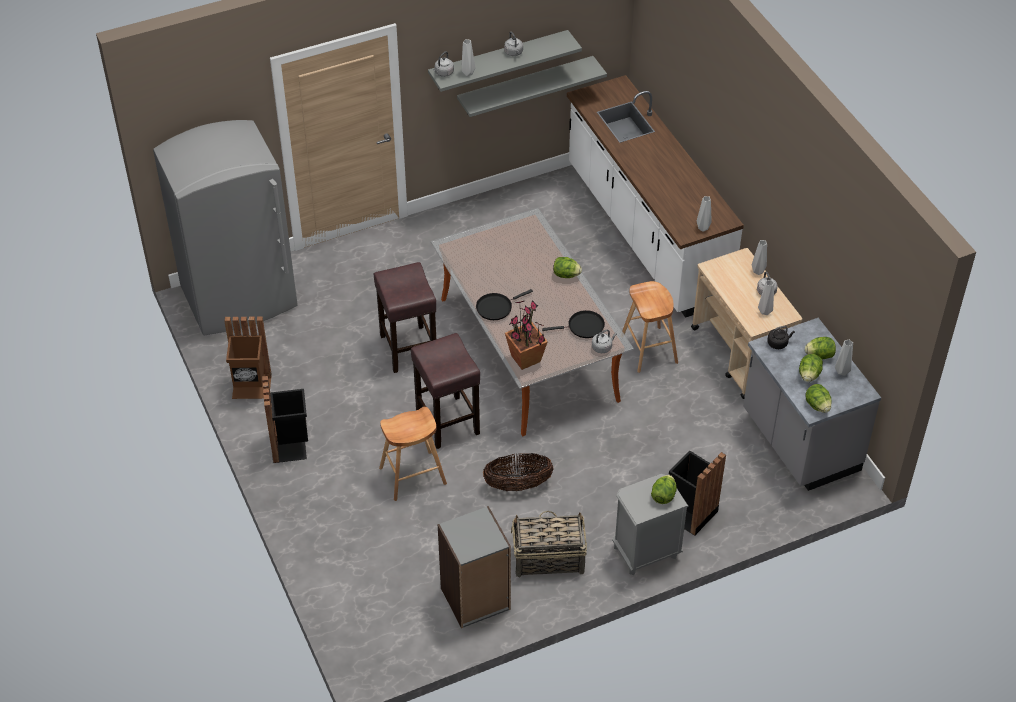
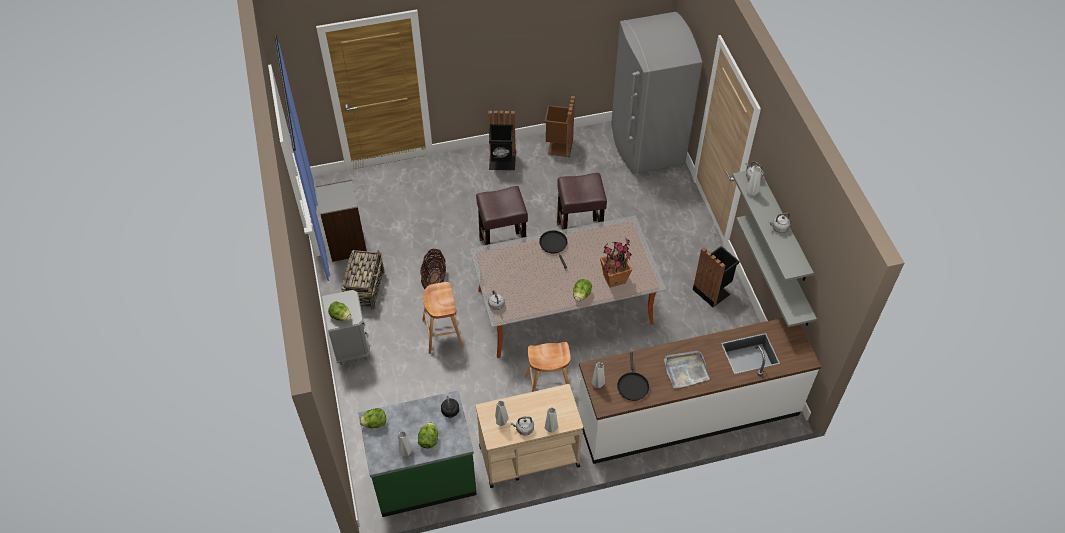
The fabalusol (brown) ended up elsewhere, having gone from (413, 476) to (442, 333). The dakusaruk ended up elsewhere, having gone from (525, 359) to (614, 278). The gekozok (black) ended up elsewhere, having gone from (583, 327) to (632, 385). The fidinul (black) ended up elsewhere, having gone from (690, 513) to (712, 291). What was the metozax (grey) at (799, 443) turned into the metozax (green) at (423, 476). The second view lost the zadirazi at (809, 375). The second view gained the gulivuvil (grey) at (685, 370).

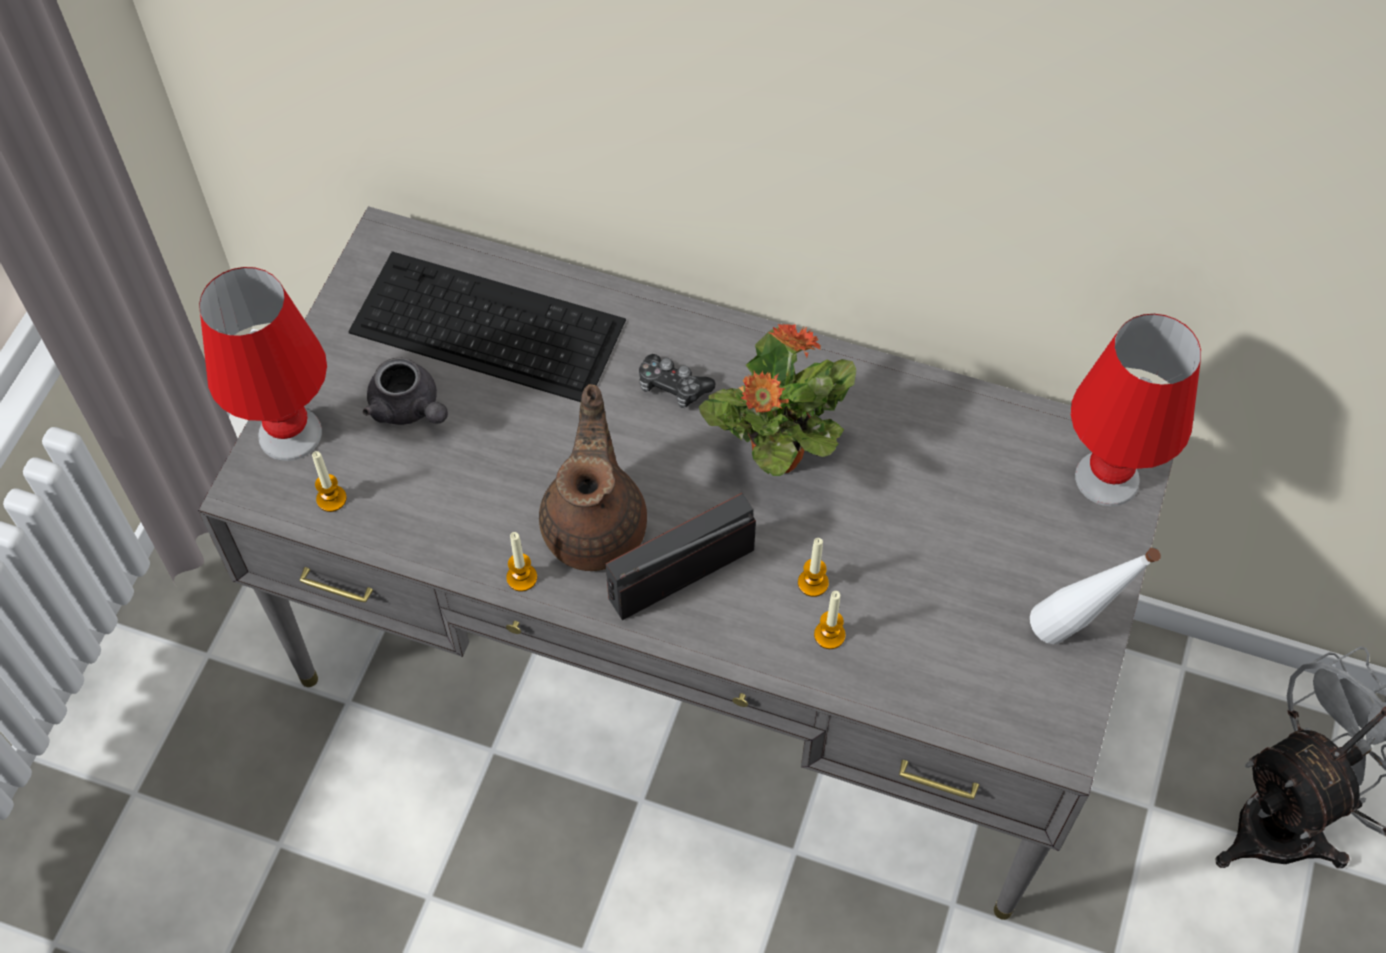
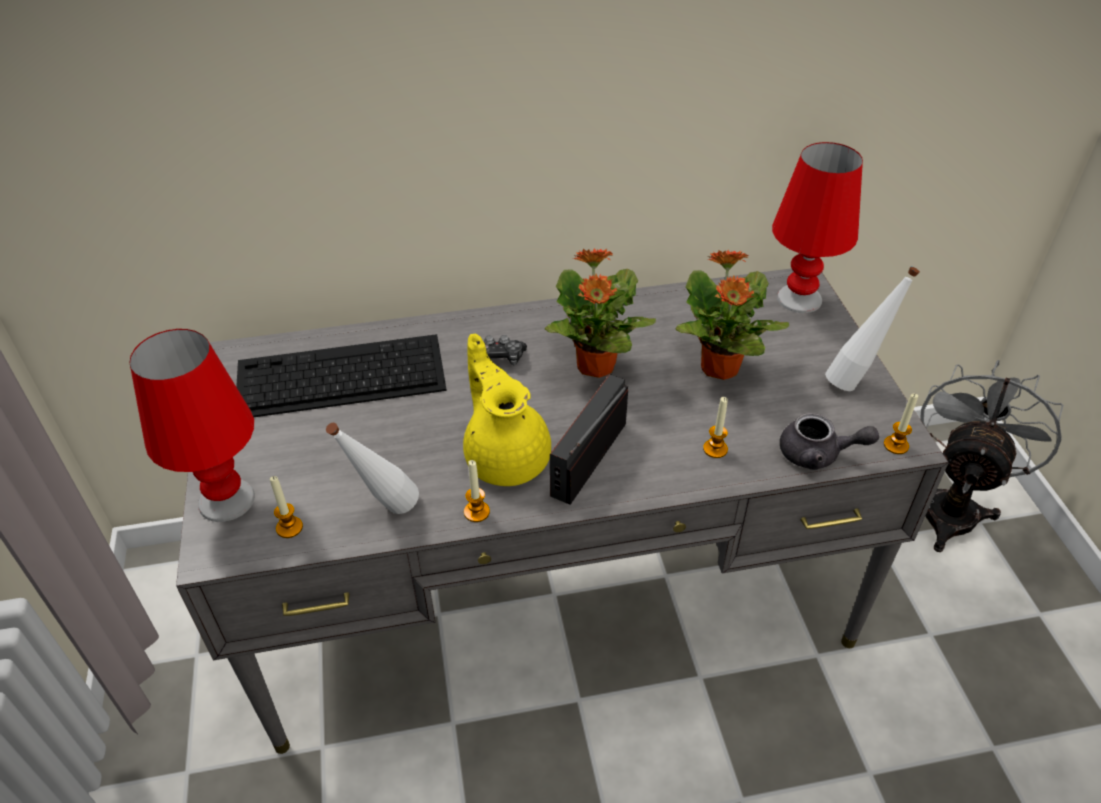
The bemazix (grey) ended up elsewhere, having gone from (409, 408) to (818, 454). What was the bemazix (brown) at (596, 524) turned into the bemazix (yellow) at (506, 456). The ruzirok ended up elsewhere, having gone from (813, 583) to (896, 445). The second view gained the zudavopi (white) at (385, 513). The second view gained the dakusaruk at (719, 369).

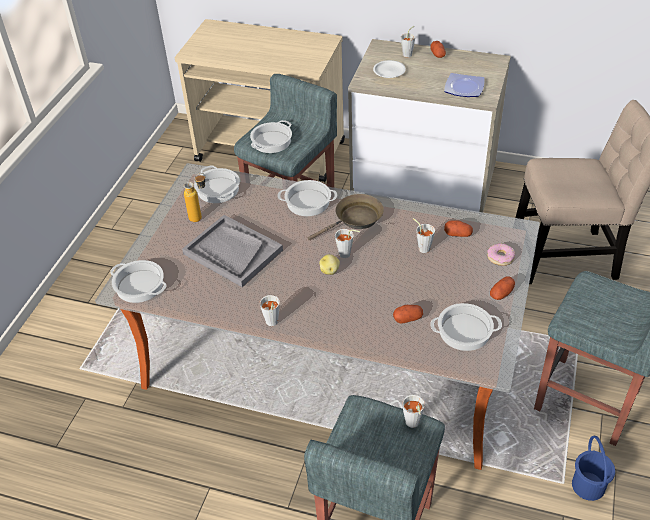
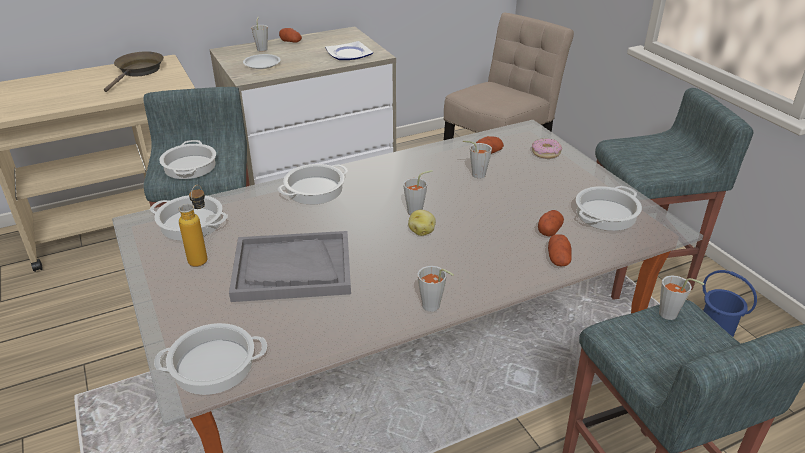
The gekozok (brown) ended up elsewhere, having gone from (355, 219) to (138, 71). The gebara ended up elsewhere, having gone from (501, 294) to (558, 259).

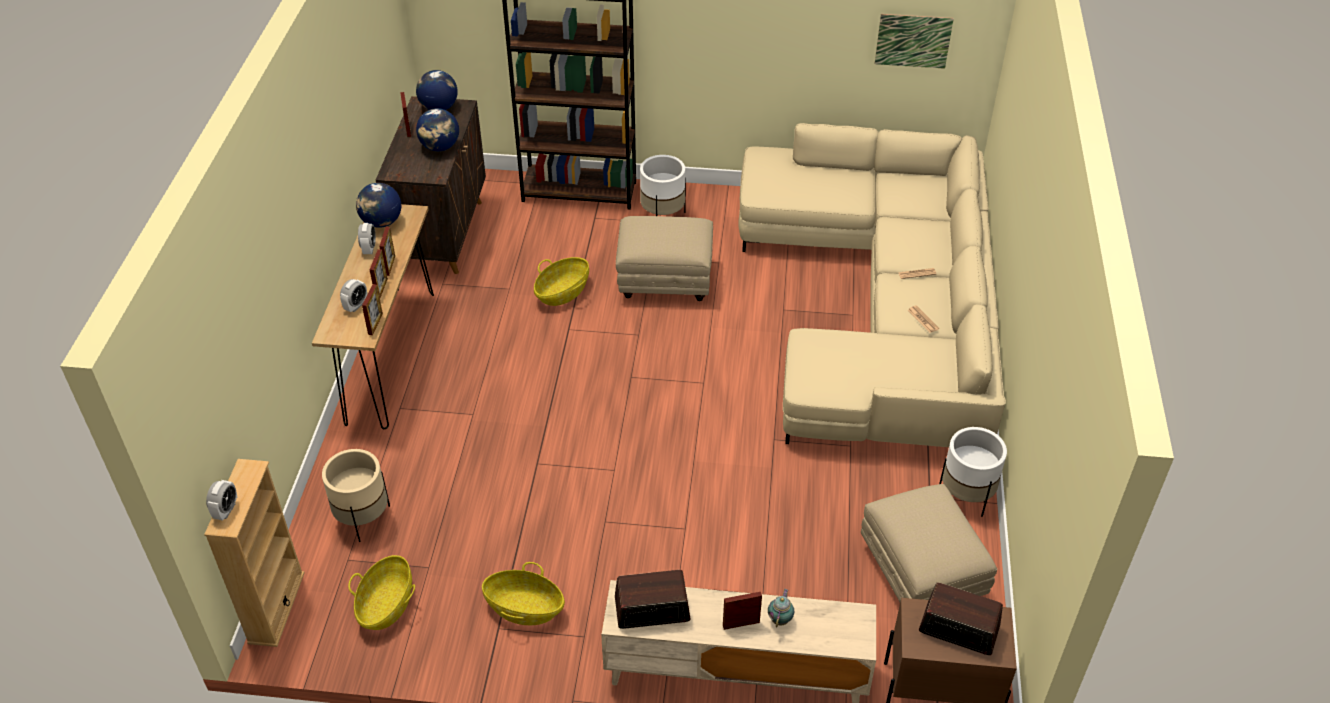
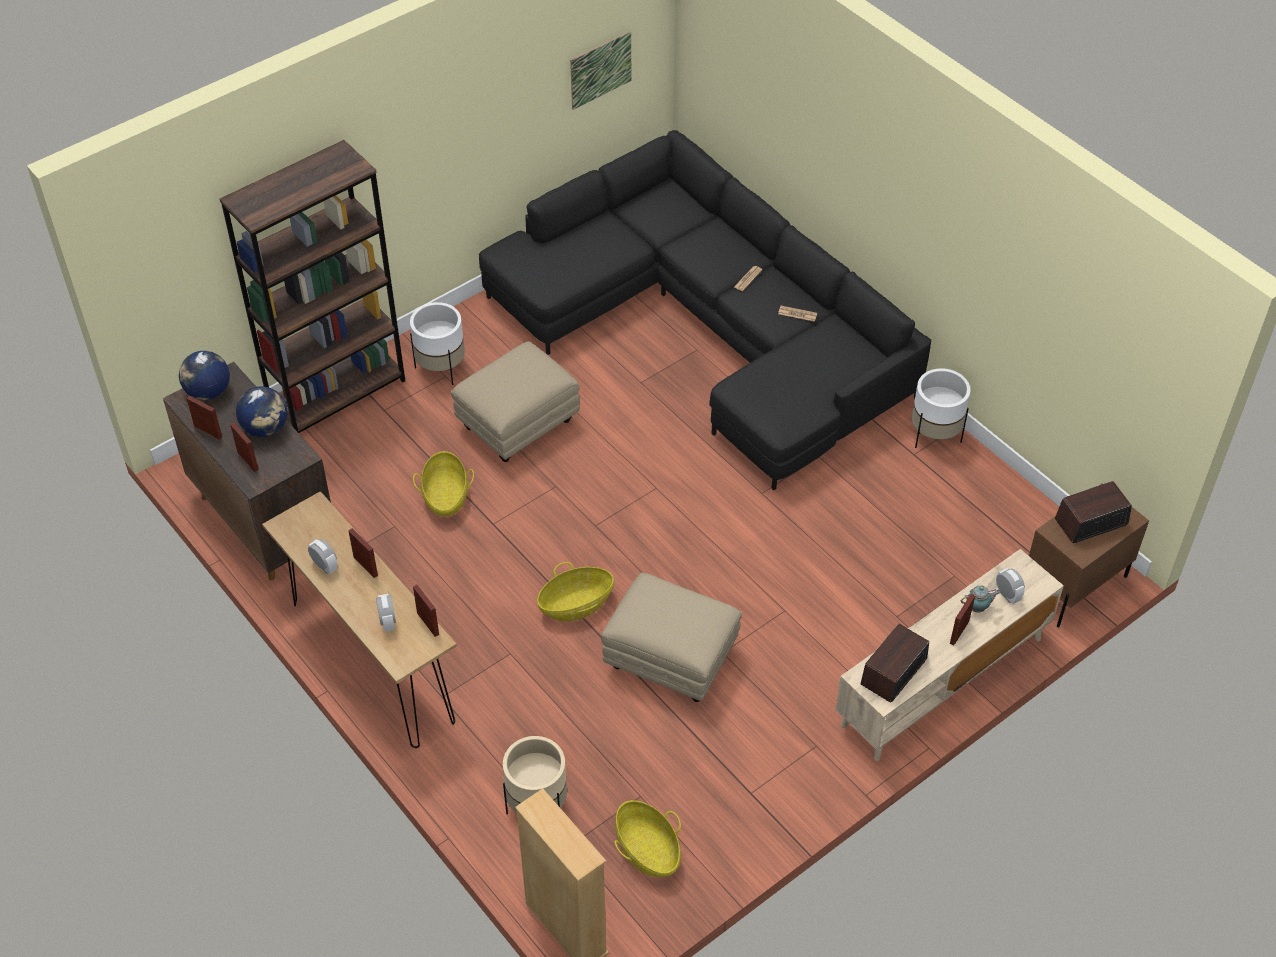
The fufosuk ended up elsewhere, having gone from (226, 510) to (1007, 595). The second view lost the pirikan at (381, 222). The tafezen ended up elsewhere, having gone from (381, 289) to (247, 461). The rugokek ended up elsewhere, having gone from (525, 608) to (576, 604). What was the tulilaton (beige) at (881, 307) turned into the tulilaton (black) at (710, 328). The bemazix at (780, 619) ended up facing another way, 105 degrees clockwise from before. The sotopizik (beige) ended up elsewhere, having gone from (922, 575) to (672, 660).

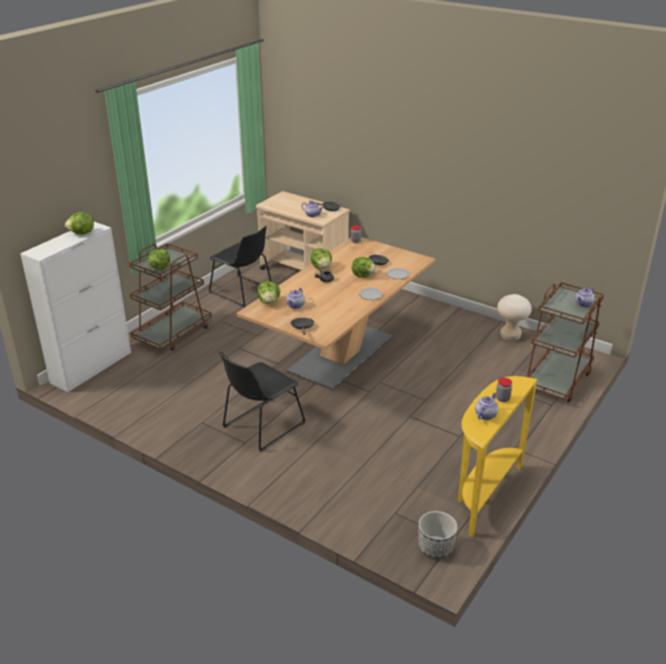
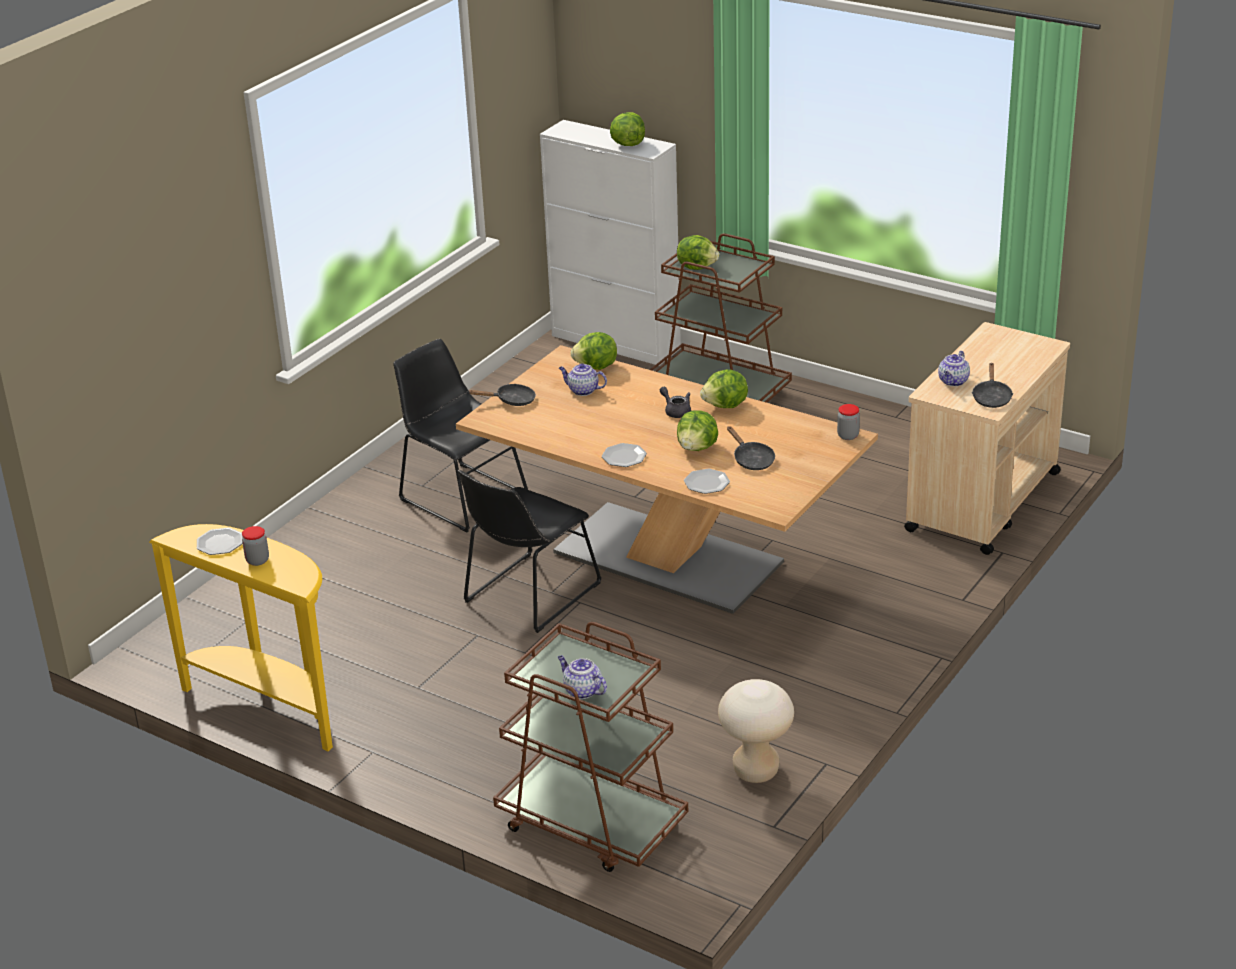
The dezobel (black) ended up elsewhere, having gone from (243, 292) to (528, 595). The second view lost the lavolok at (435, 548). Where the bemazix stood at (485, 415), the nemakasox came to stand at (220, 543).

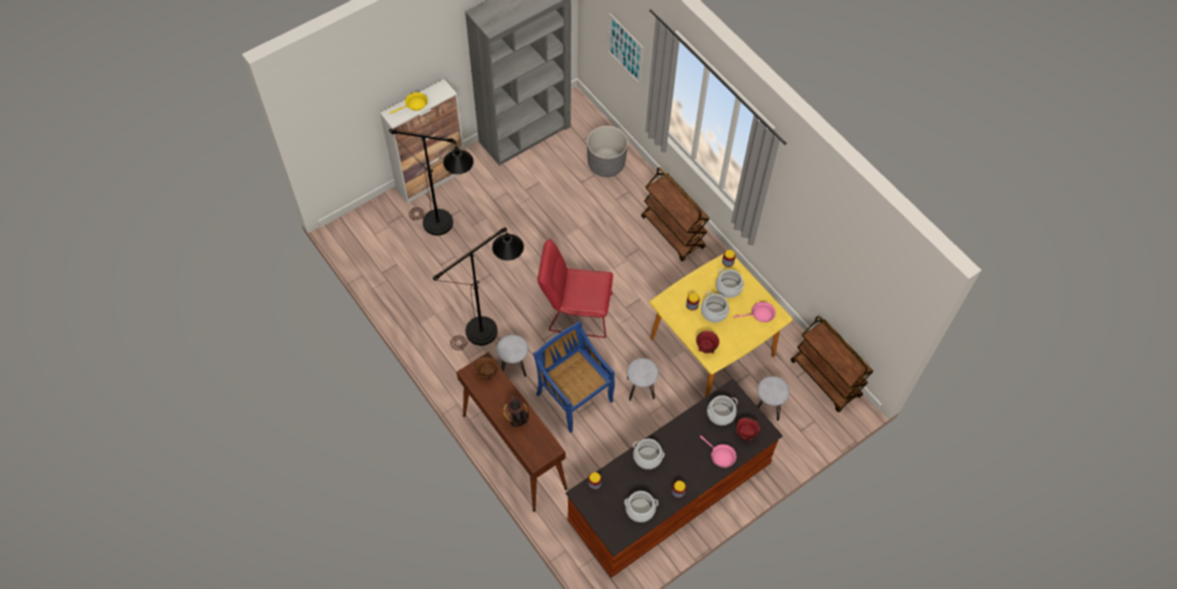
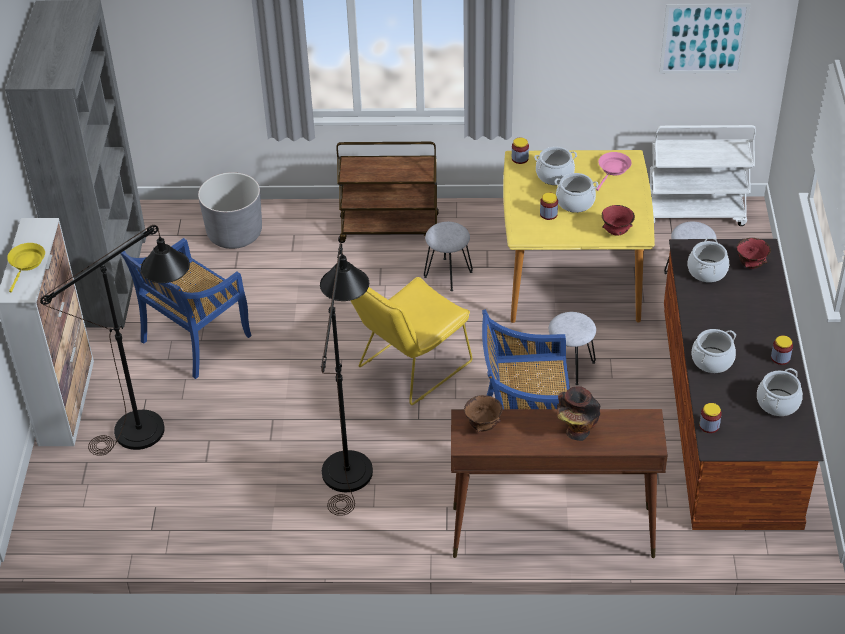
The fabalusol (grey) ended up elsewhere, having gone from (513, 365) to (447, 274). What was the dezobel (red) at (575, 312) turned into the dezobel (yellow) at (409, 368). The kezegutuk ended up elsewhere, having gone from (625, 49) to (704, 38). The second view lost the gekozok (pink) at (721, 456). What was the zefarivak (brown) at (826, 379) turned into the zefarivak (white) at (695, 213). The second view gained the dezobel (blue) at (194, 340).

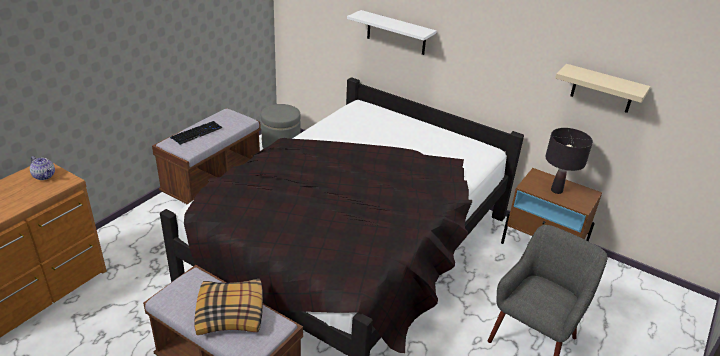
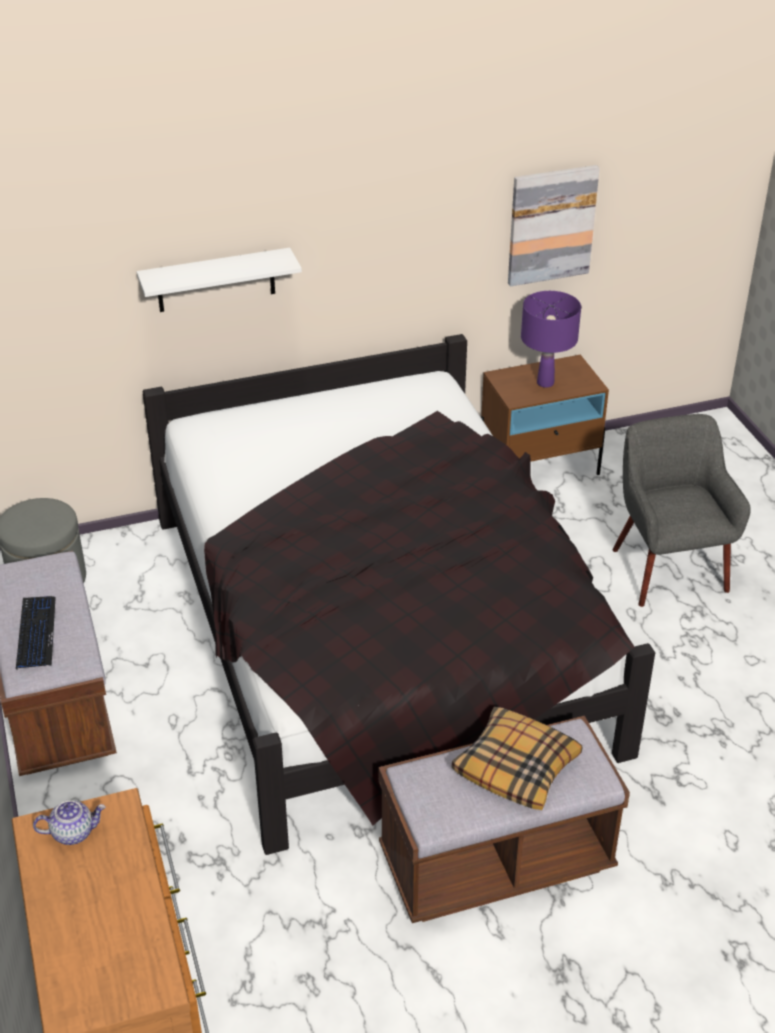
What was the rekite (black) at (556, 190) turned into the rekite (purple) at (545, 383). Where the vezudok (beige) hung at (602, 89), the kezegutuk came to hang at (551, 225).

